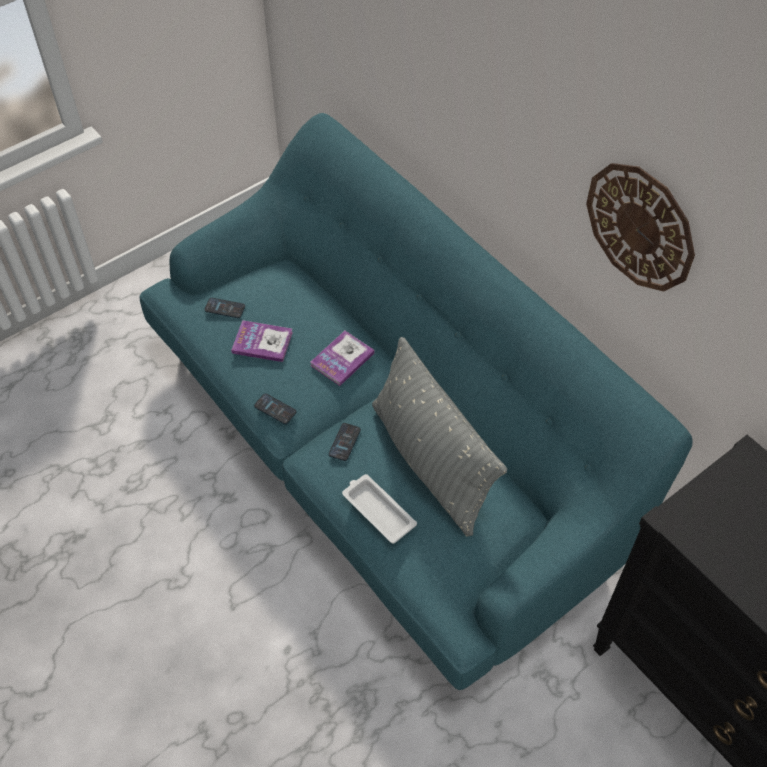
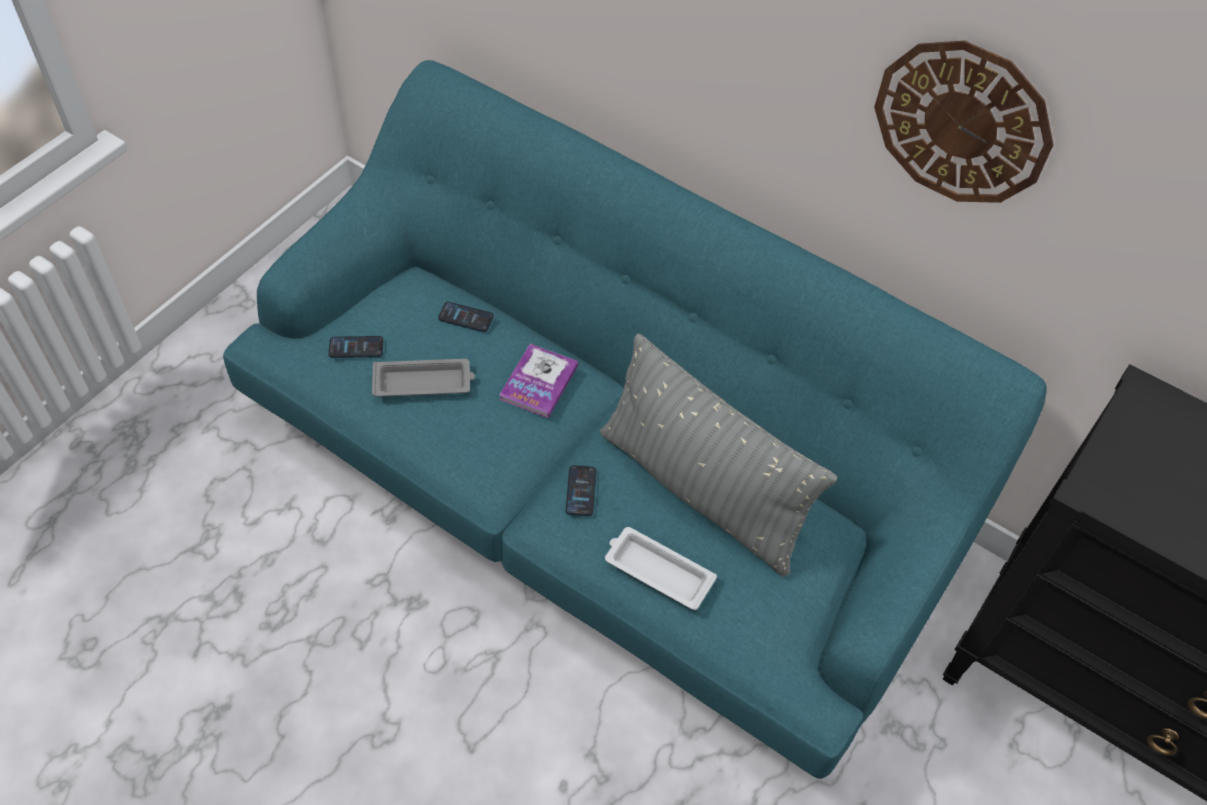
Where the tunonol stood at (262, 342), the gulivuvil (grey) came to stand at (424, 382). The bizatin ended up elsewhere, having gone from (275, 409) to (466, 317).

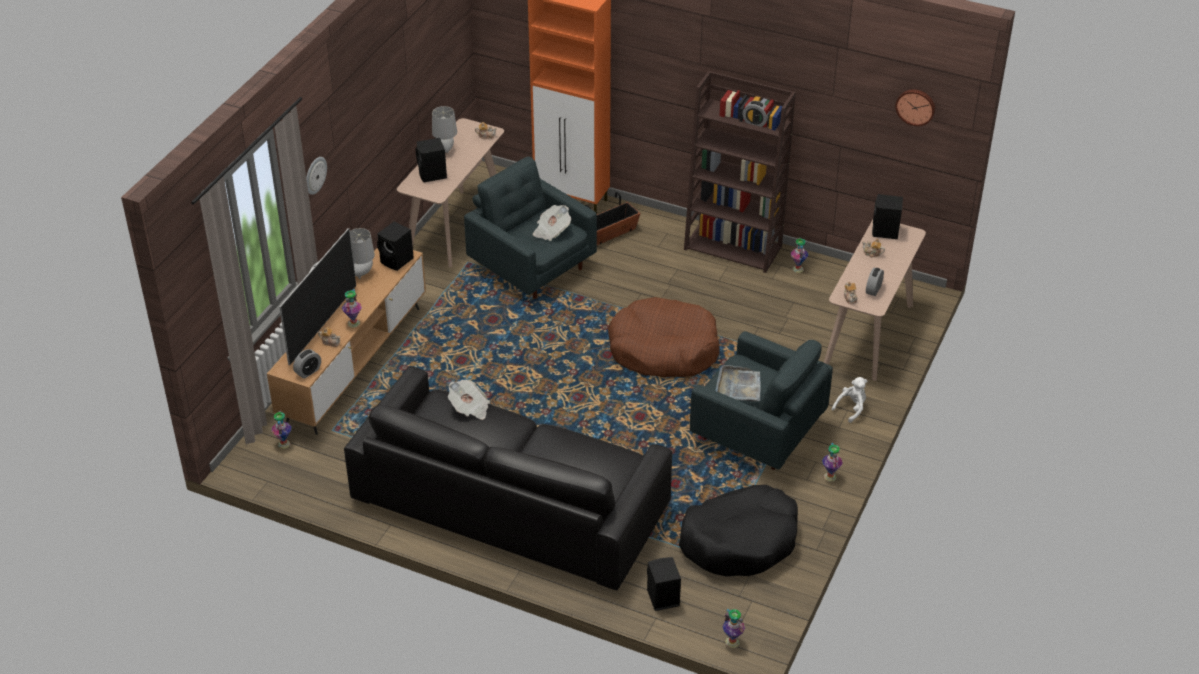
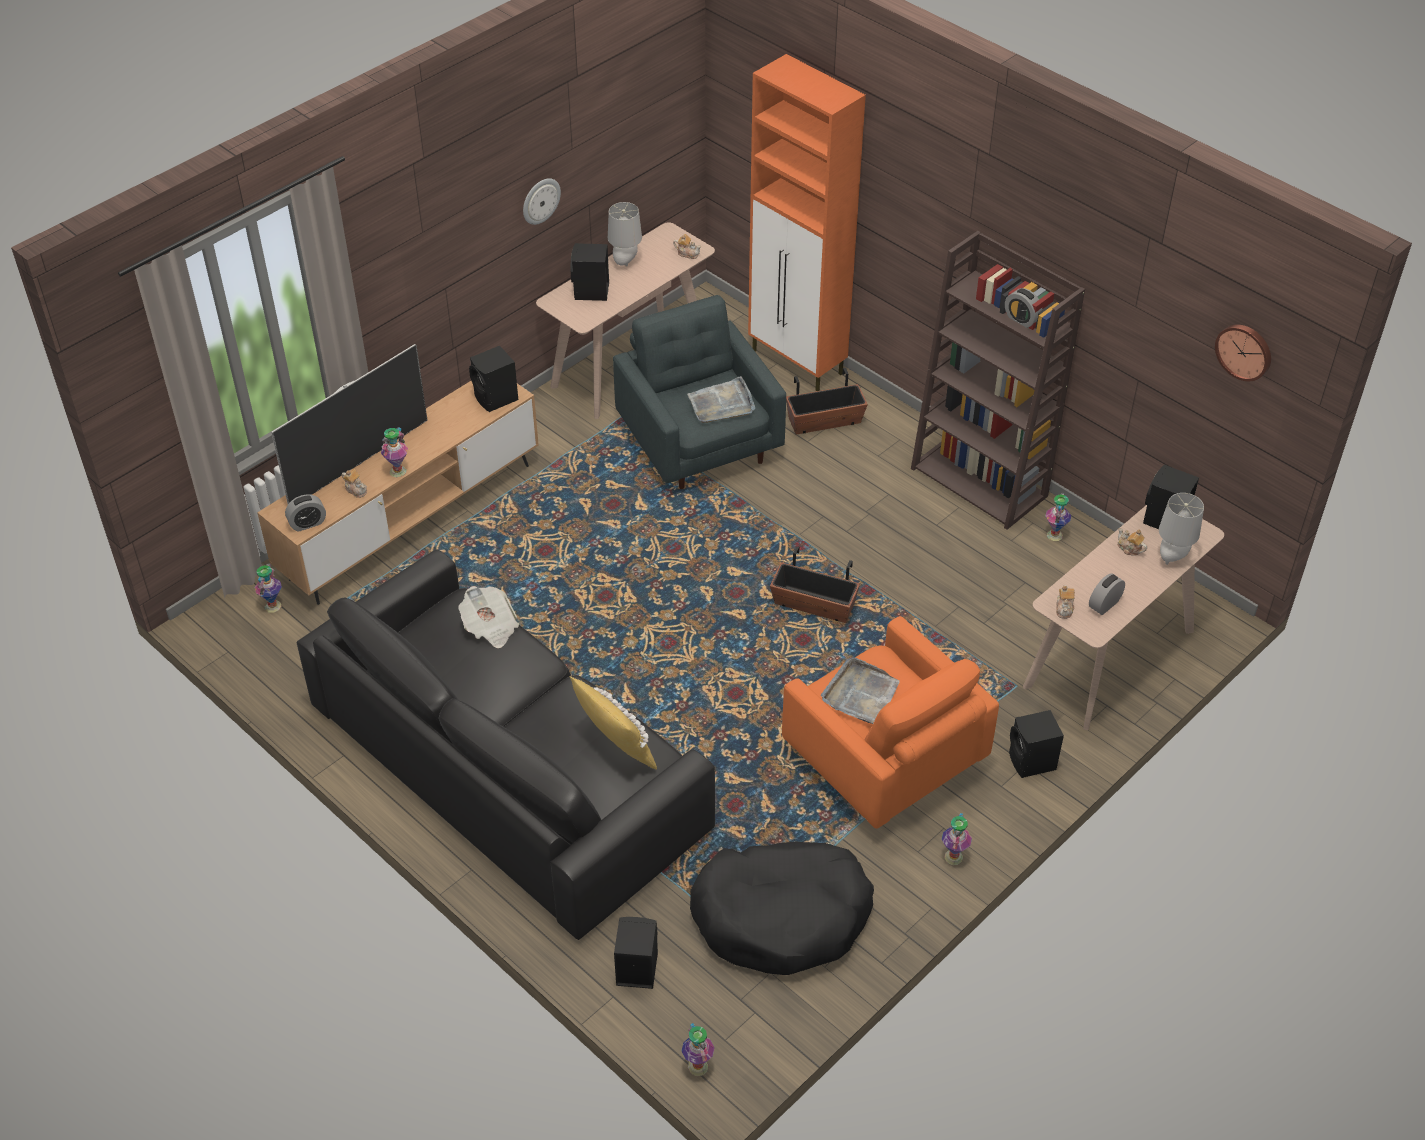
The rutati ended up elsewhere, having gone from (315, 175) to (540, 200). The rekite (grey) ended up elsewhere, having gone from (363, 273) to (1172, 556). Where the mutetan stood at (551, 231), the gulivuvil (grey) came to stand at (721, 404). Where the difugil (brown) stood at (663, 349), the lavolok came to stand at (814, 605). What was the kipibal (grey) at (758, 434) turned into the kipibal (orange) at (883, 763). Where the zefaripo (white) stood at (851, 408), the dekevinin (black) came to stand at (1032, 762). The second view gained the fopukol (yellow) at (615, 749).

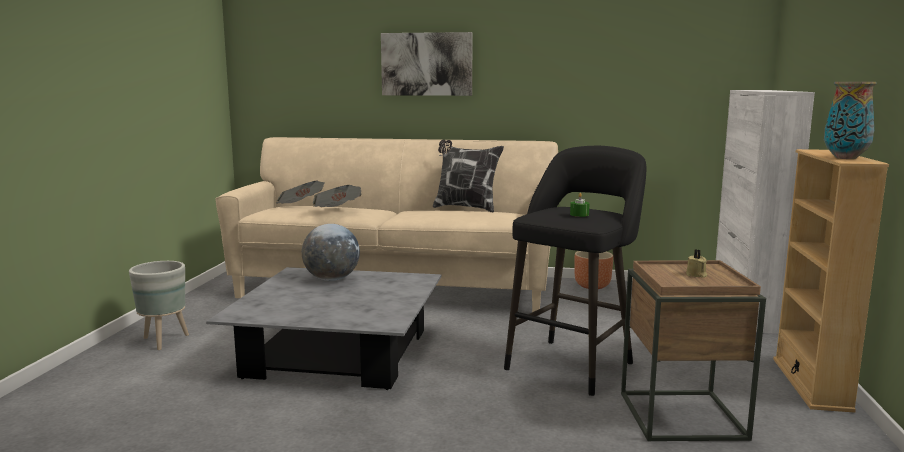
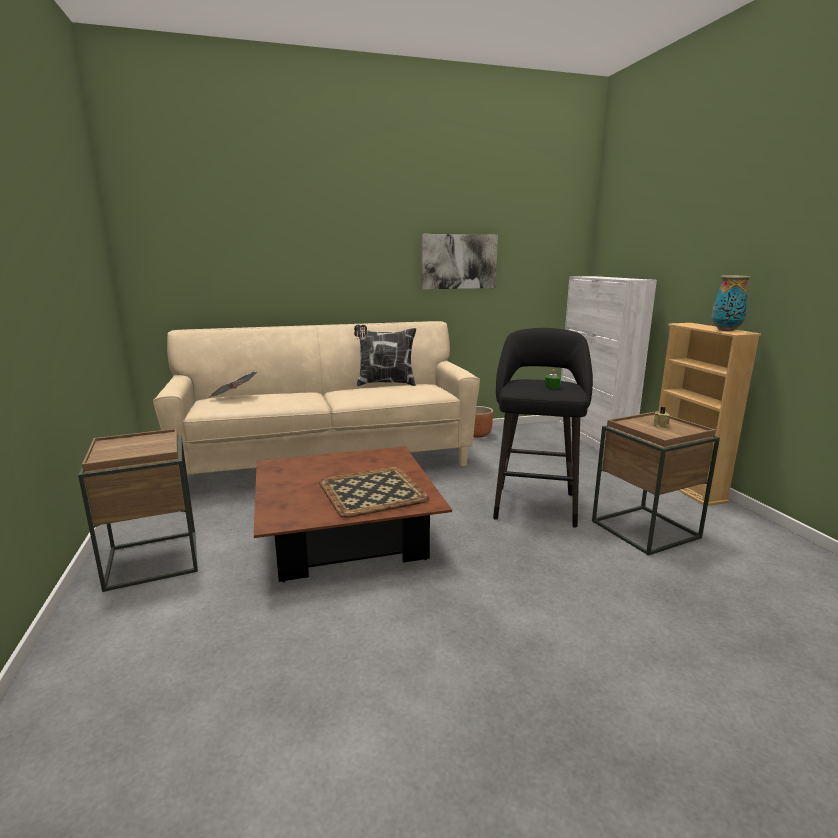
Where the lavolok (grey) stood at (163, 341), the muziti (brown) came to stand at (152, 560). What was the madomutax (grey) at (339, 353) turned into the madomutax (brown) at (347, 533). The second view lost the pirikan at (331, 279). The second view lost the mutetan at (337, 211). The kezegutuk ended up elsewhere, having gone from (427, 64) to (459, 261). The second view gained the gulivuvil at (371, 492).

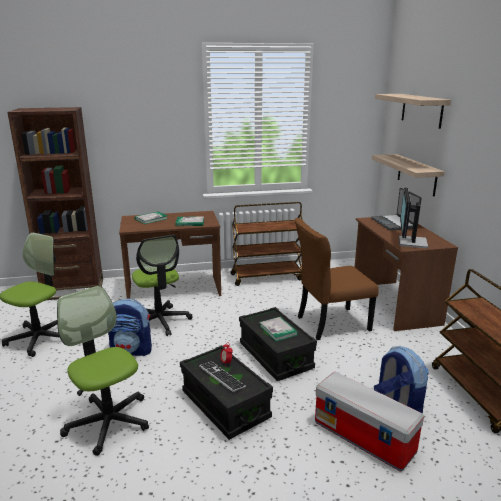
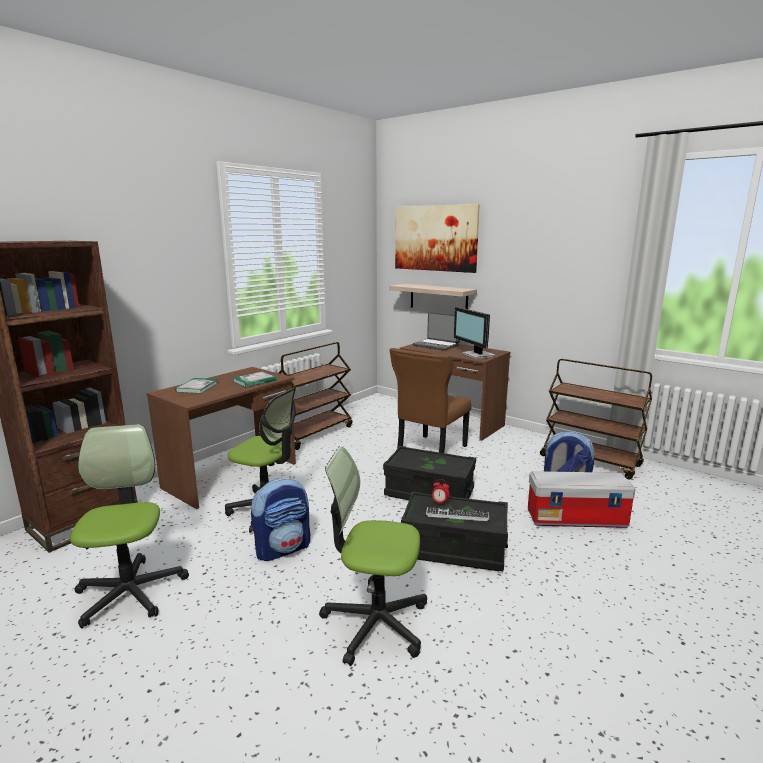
The second view lost the tunonol at (278, 330). Where the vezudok hung at (421, 110), the kezegutuk came to hang at (435, 238).

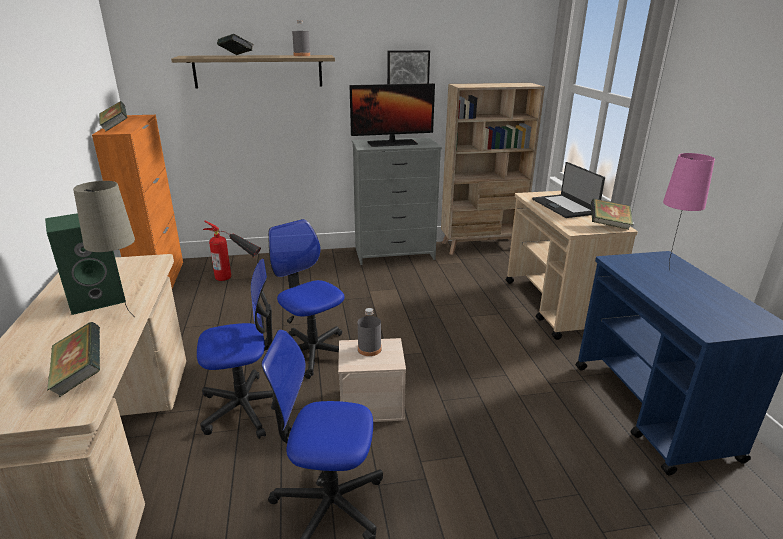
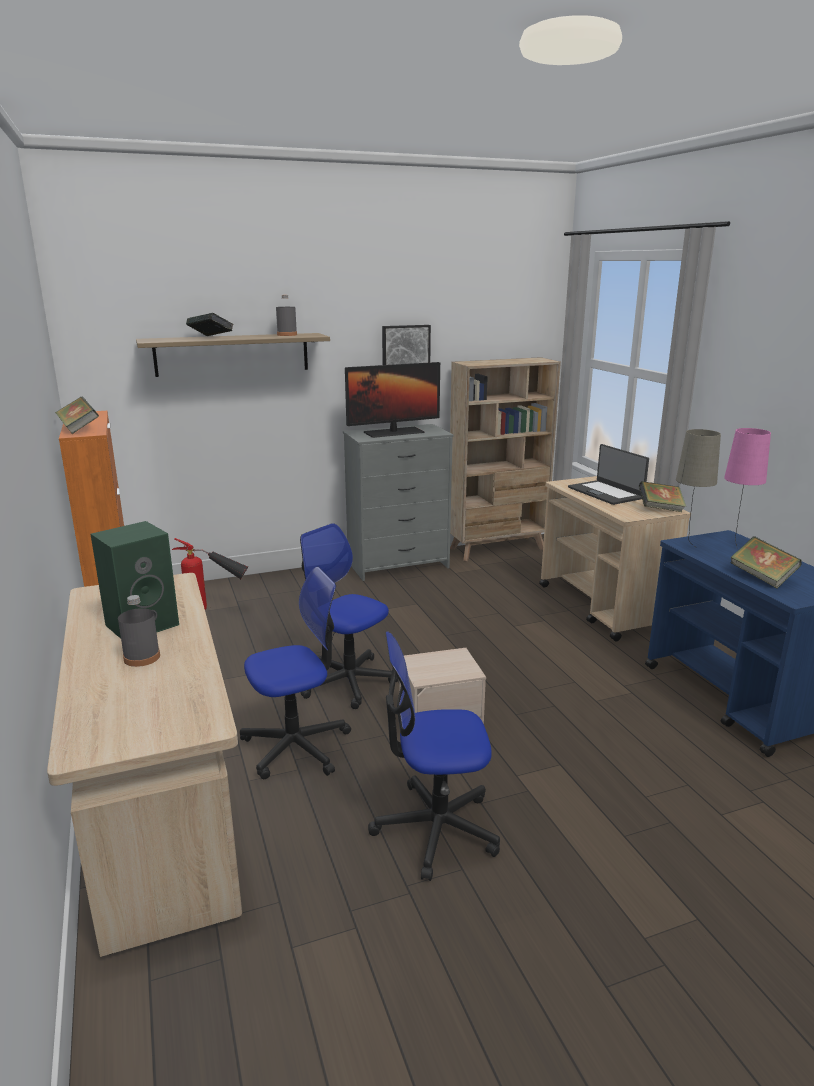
The tunonol ended up elsewhere, having gone from (80, 375) to (762, 577). The rekite (beige) ended up elsewhere, having gone from (127, 314) to (686, 547). The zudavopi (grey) ended up elsewhere, having gone from (369, 349) to (142, 657).

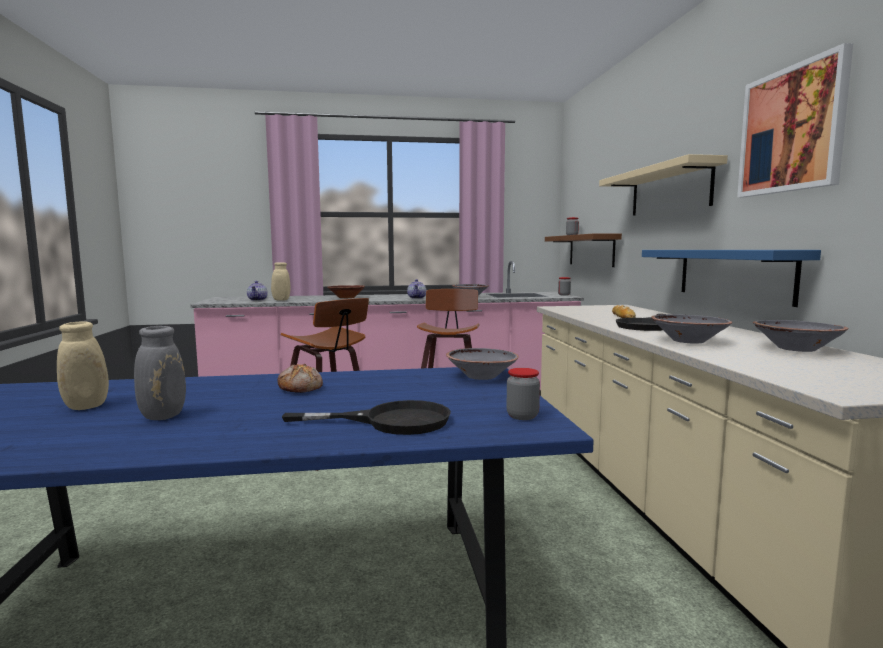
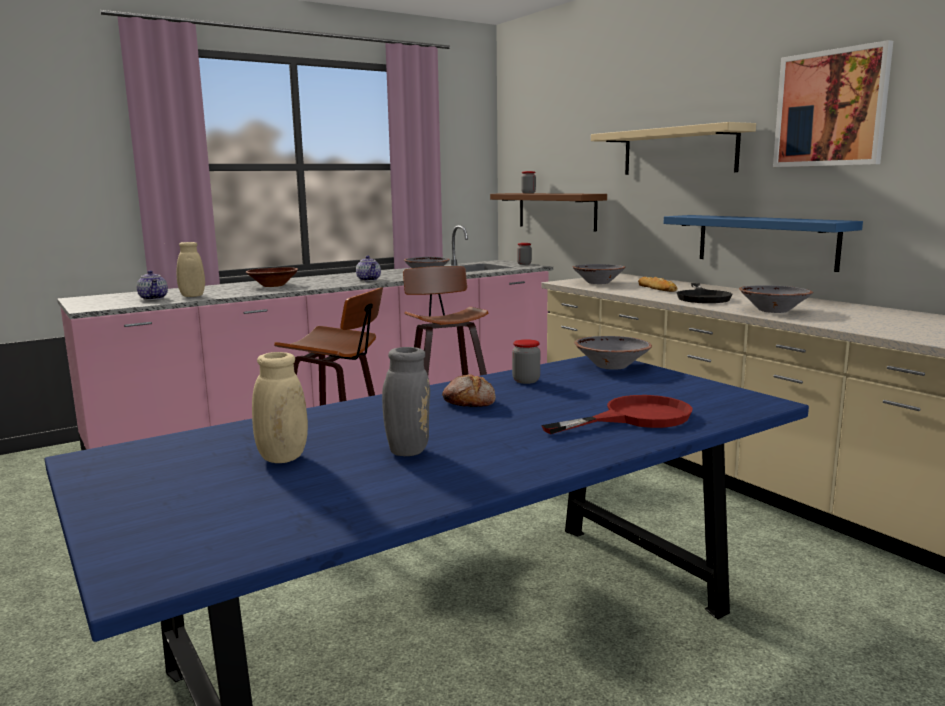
What was the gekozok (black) at (391, 421) turned into the gekozok (red) at (635, 418). The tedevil ended up elsewhere, having gone from (522, 416) to (526, 381). The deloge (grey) ended up elsewhere, having gone from (796, 349) to (598, 283).

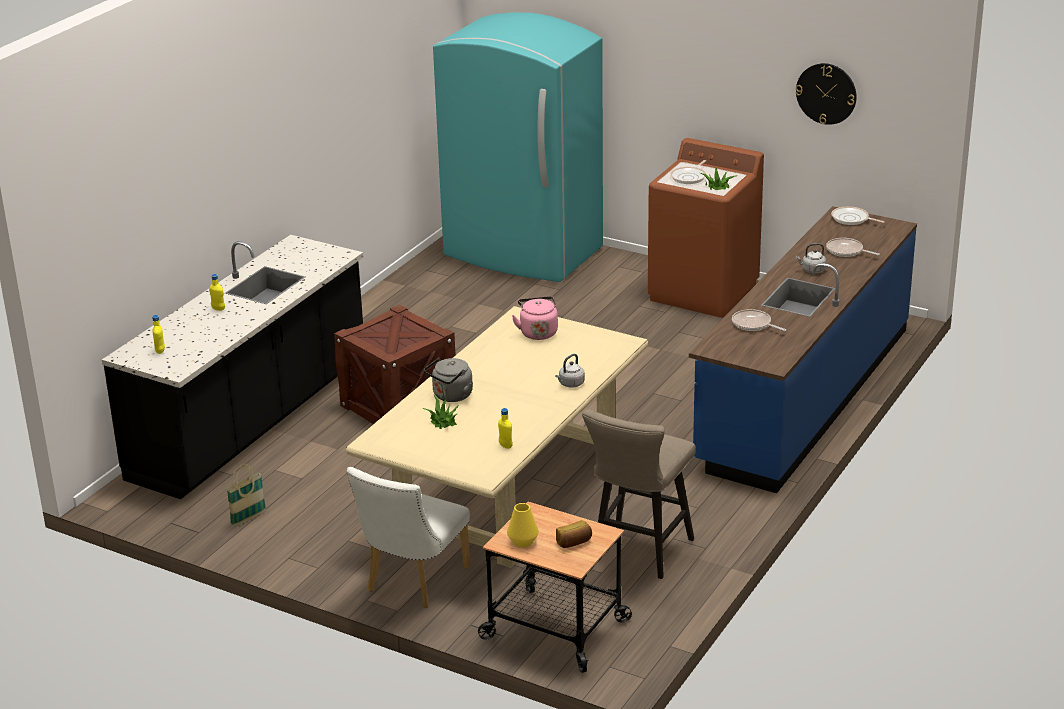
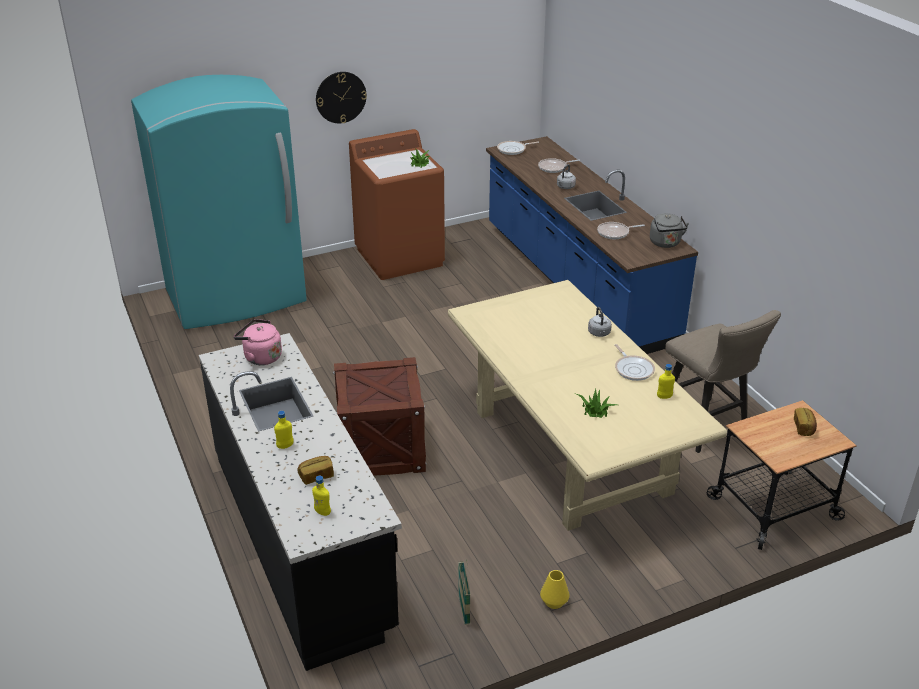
The second view lost the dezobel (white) at (413, 583). The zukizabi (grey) ended up elsewhere, having gone from (451, 396) to (666, 243). The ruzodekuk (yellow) ended up elsewhere, having gone from (522, 541) to (554, 602). The zukizabi (pink) ended up elsewhere, having gone from (538, 332) to (260, 357). The gekozok ended up elsewhere, having gone from (689, 177) to (633, 369). The rutati ended up elsewhere, having gone from (826, 93) to (340, 97). The second view gained the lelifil at (316, 476).

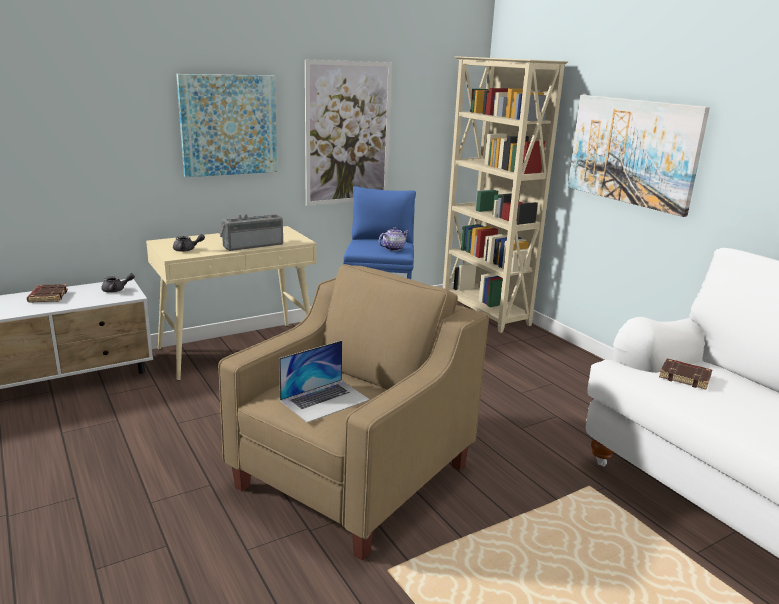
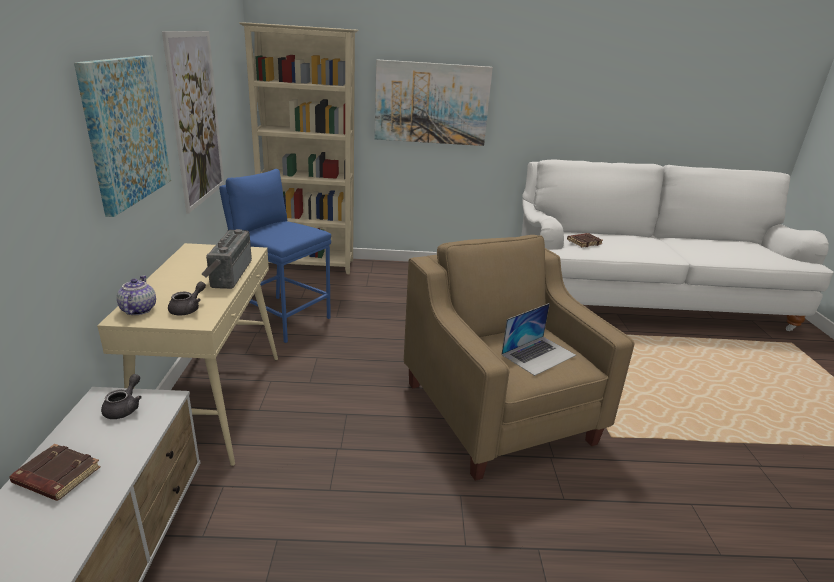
The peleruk at (325, 400) ended up facing another way, 60 degrees clockwise from before. The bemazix ended up elsewhere, having gone from (393, 248) to (138, 310).

